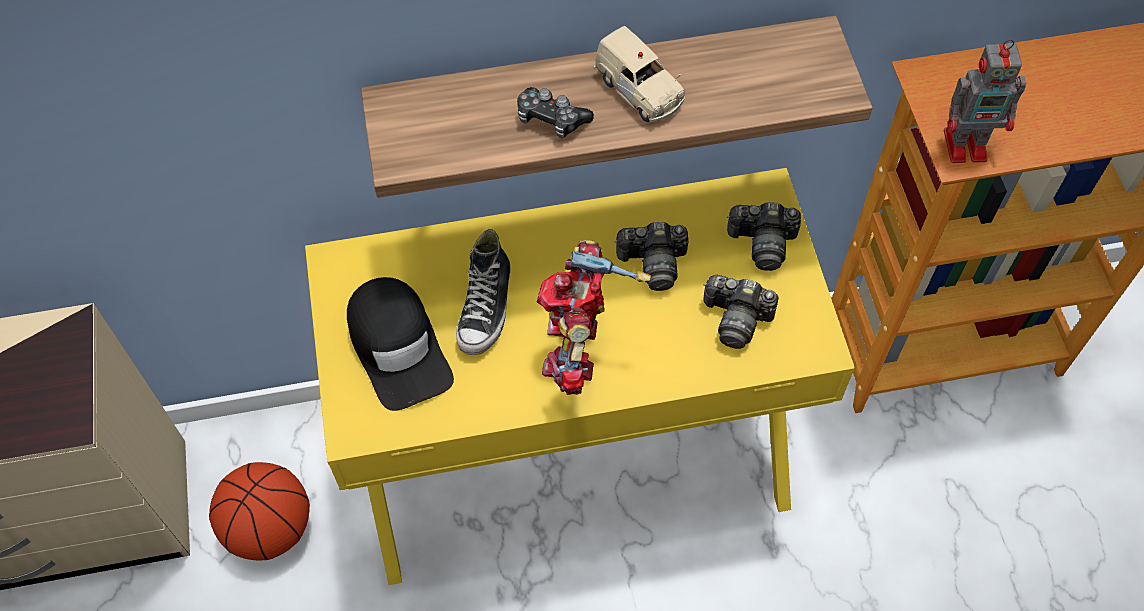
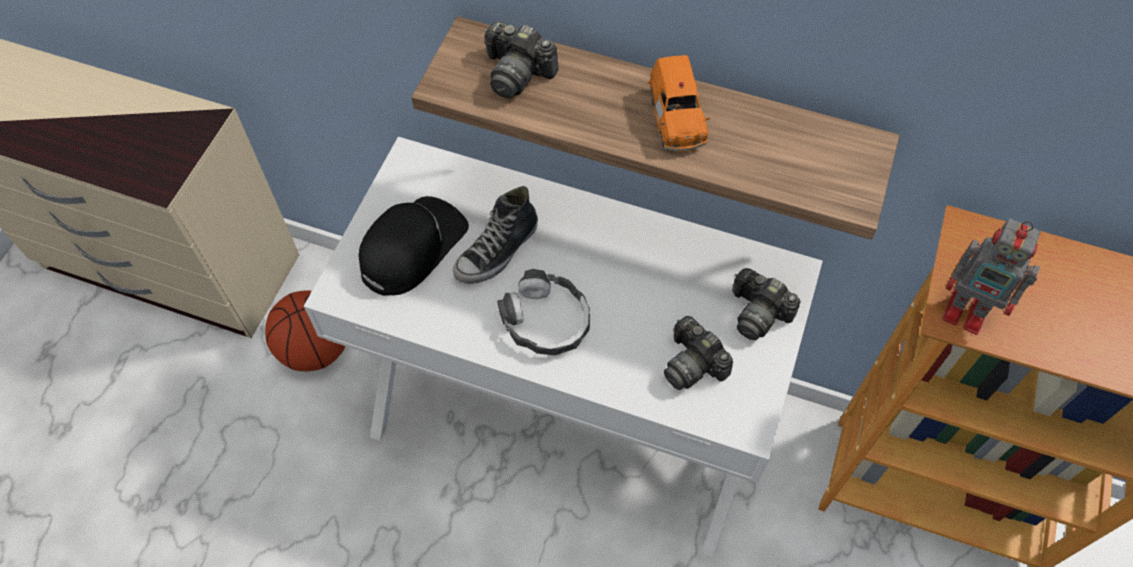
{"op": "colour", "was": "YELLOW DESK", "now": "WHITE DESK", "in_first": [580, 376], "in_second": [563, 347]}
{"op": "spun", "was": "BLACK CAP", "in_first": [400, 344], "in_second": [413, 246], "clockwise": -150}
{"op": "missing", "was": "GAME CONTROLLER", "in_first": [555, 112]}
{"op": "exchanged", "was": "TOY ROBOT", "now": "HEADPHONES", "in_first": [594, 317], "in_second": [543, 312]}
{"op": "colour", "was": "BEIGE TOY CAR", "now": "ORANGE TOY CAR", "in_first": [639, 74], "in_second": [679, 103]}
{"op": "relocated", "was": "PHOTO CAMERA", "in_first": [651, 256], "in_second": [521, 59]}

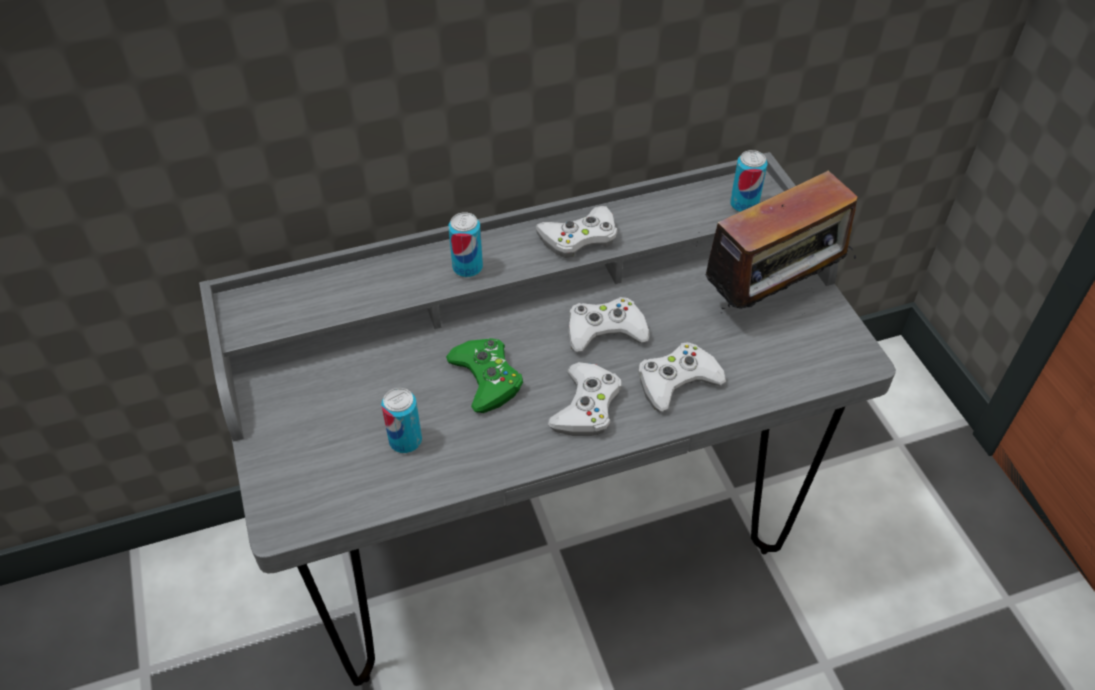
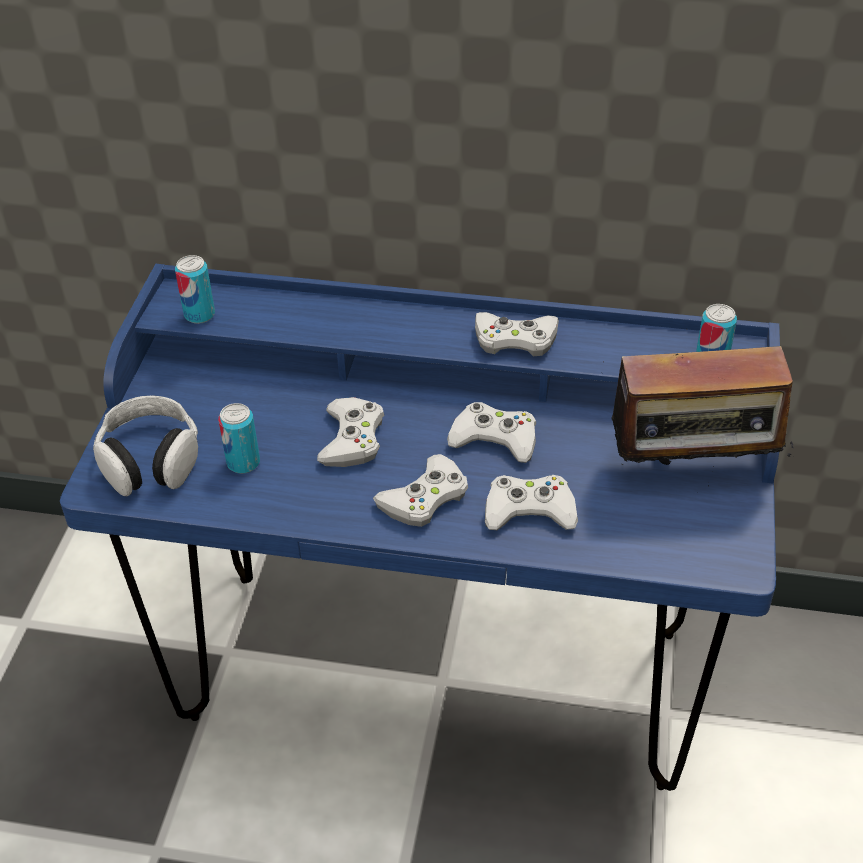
{"op": "colour", "was": "GREY DESK", "now": "BLUE DESK", "in_first": [547, 419], "in_second": [420, 527]}
{"op": "colour", "was": "GREEN GAME CONTROLLER", "now": "WHITE GAME CONTROLLER", "in_first": [484, 375], "in_second": [350, 432]}
{"op": "relocated", "was": "CAN", "in_first": [465, 244], "in_second": [195, 289]}
{"op": "appeared", "now": "HEADPHONES", "in_second": [145, 445]}

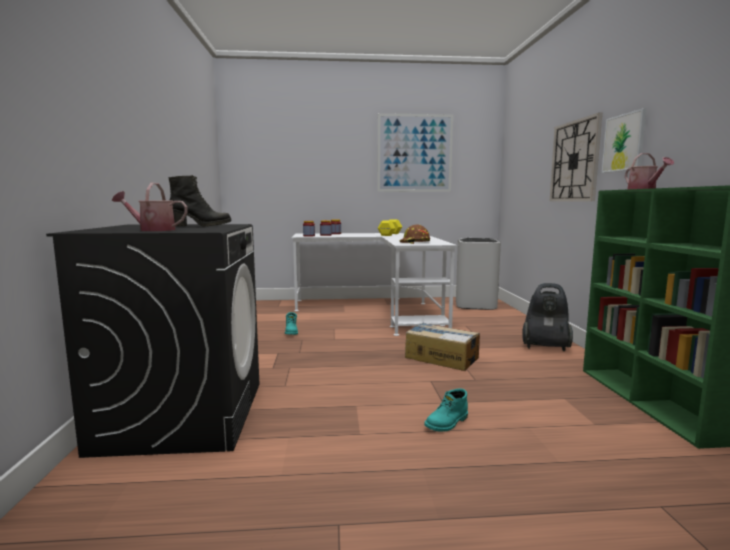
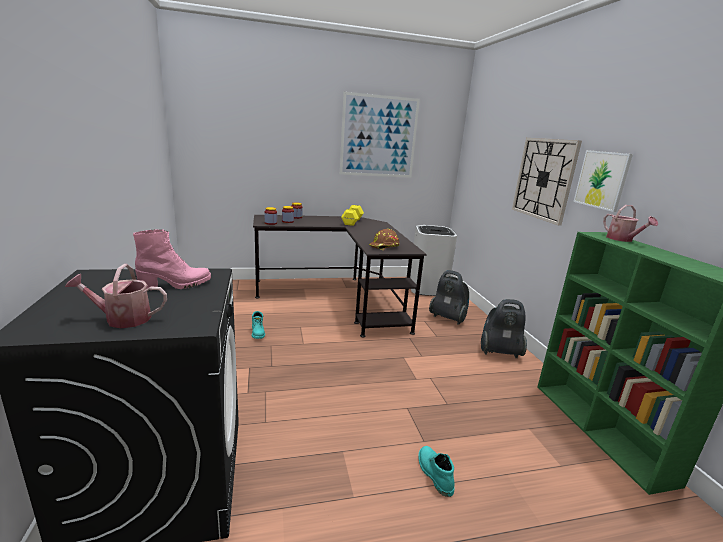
{"op": "colour", "was": "BLACK BOOT", "now": "PINK BOOT", "in_first": [199, 200], "in_second": [172, 259]}
{"op": "colour", "was": "WHITE DESK", "now": "BLACK DESK", "in_first": [374, 284], "in_second": [340, 276]}
{"op": "missing", "was": "CARDBOARD BOX", "in_first": [442, 347]}
{"op": "spun", "was": "TURQUOISE BOOT", "in_first": [446, 410], "in_second": [436, 471], "clockwise": 120}
{"op": "appeared", "now": "VACUUM CLEANER", "in_second": [449, 297]}

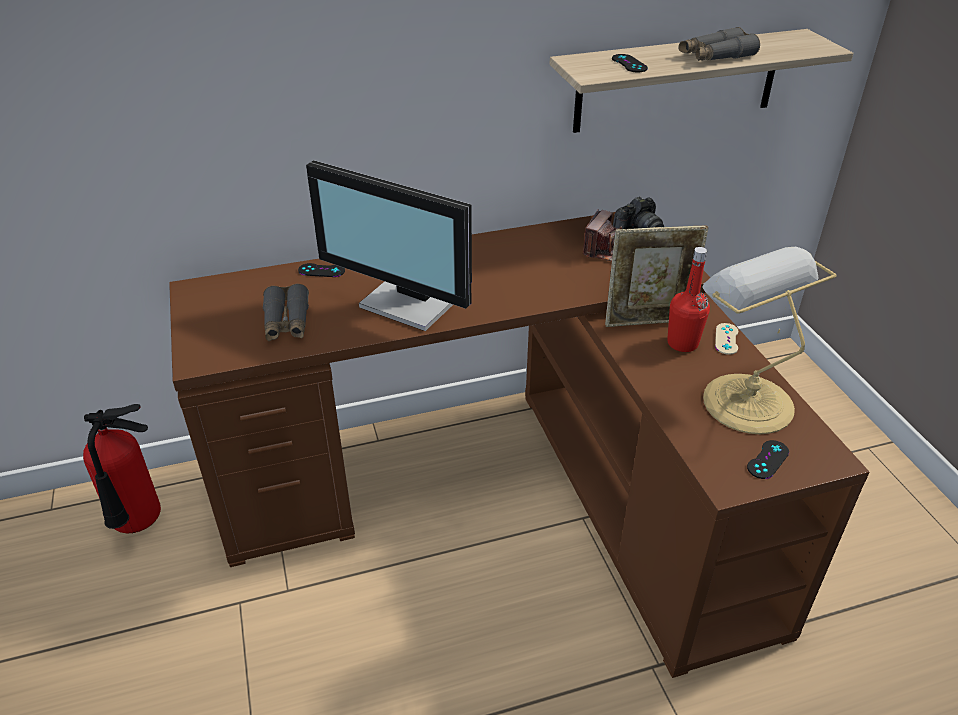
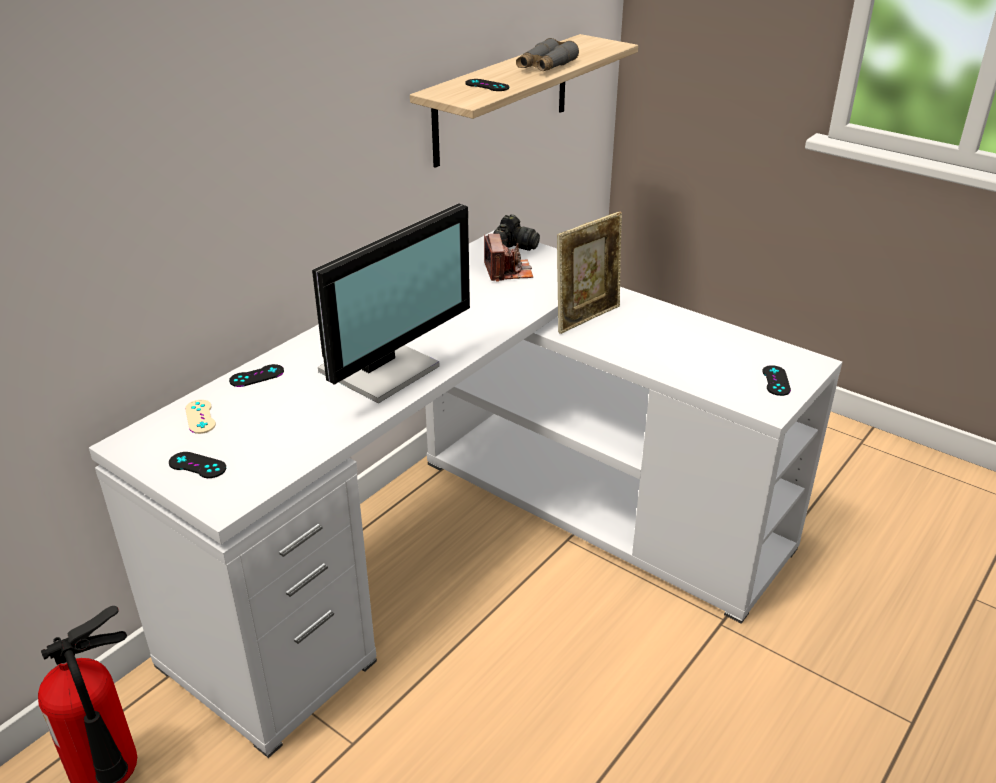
{"op": "colour", "was": "BROWN DESK", "now": "WHITE DESK", "in_first": [519, 445], "in_second": [465, 493]}
{"op": "missing", "was": "GREY BINOCULARS", "in_first": [286, 312]}
{"op": "spun", "was": "MONITOR", "in_first": [389, 245], "in_second": [391, 303], "clockwise": -45}
{"op": "missing", "was": "RED BOTTLE", "in_first": [688, 299]}
{"op": "missing", "was": "TABLE LAMP", "in_first": [769, 340]}
{"op": "relocated", "was": "BEIGE GAME CONTROLLER", "in_first": [726, 339], "in_second": [200, 417]}
{"op": "appeared", "now": "BLACK GAME CONTROLLER", "in_second": [197, 465]}

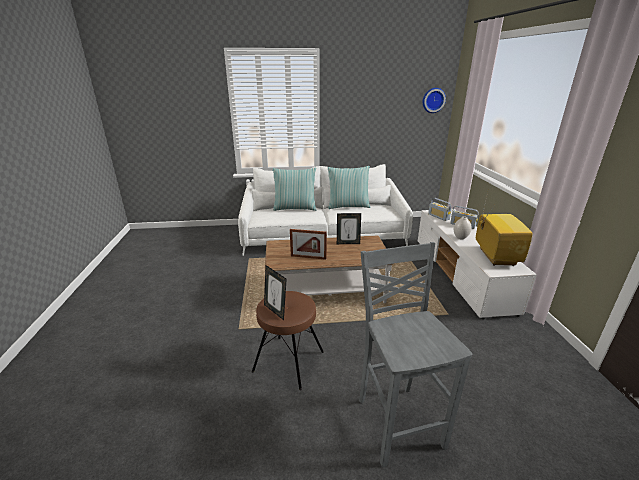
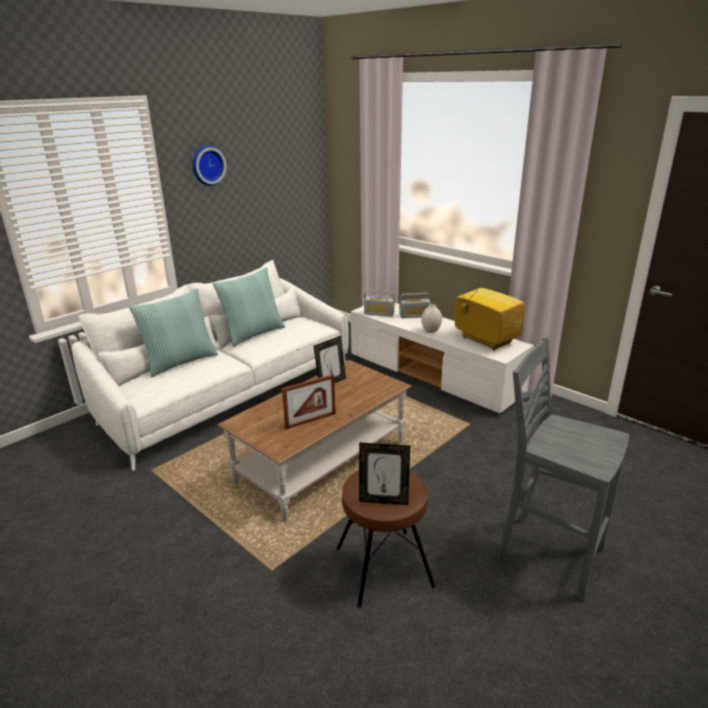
{"op": "relocated", "was": "WALL CLOCK", "in_first": [434, 100], "in_second": [209, 165]}

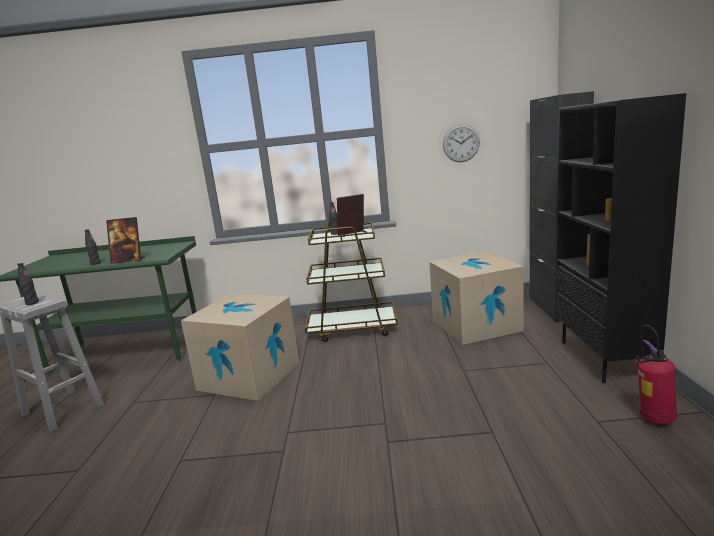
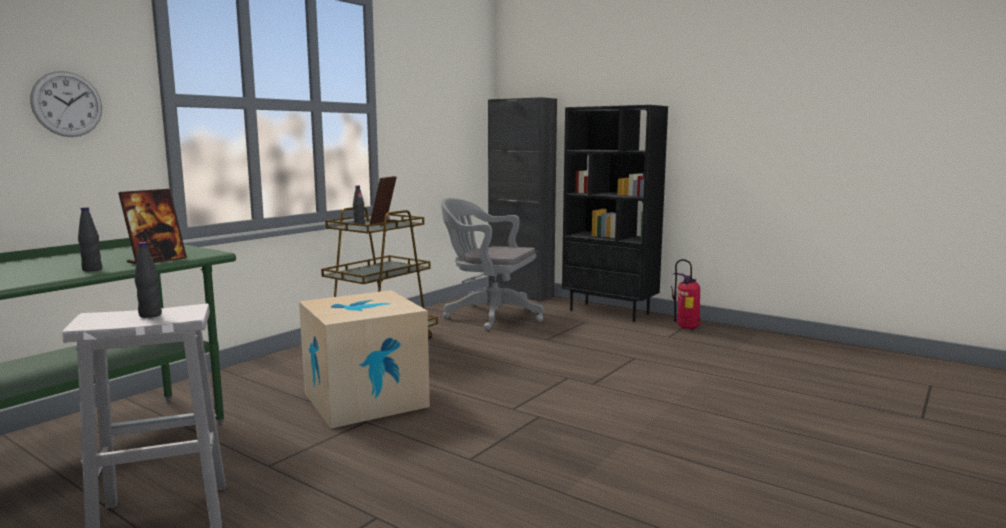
{"op": "exchanged", "was": "CARDBOARD BOX", "now": "GREY OFFICE CHAIR", "in_first": [476, 298], "in_second": [492, 264]}
{"op": "relocated", "was": "WALL CLOCK", "in_first": [461, 143], "in_second": [66, 104]}

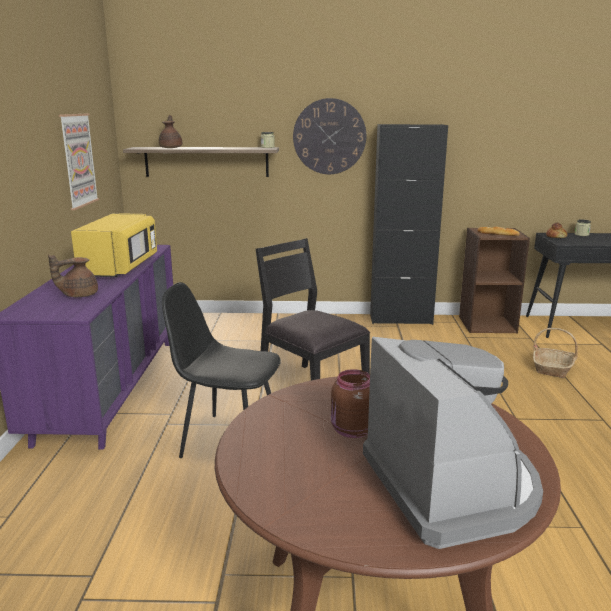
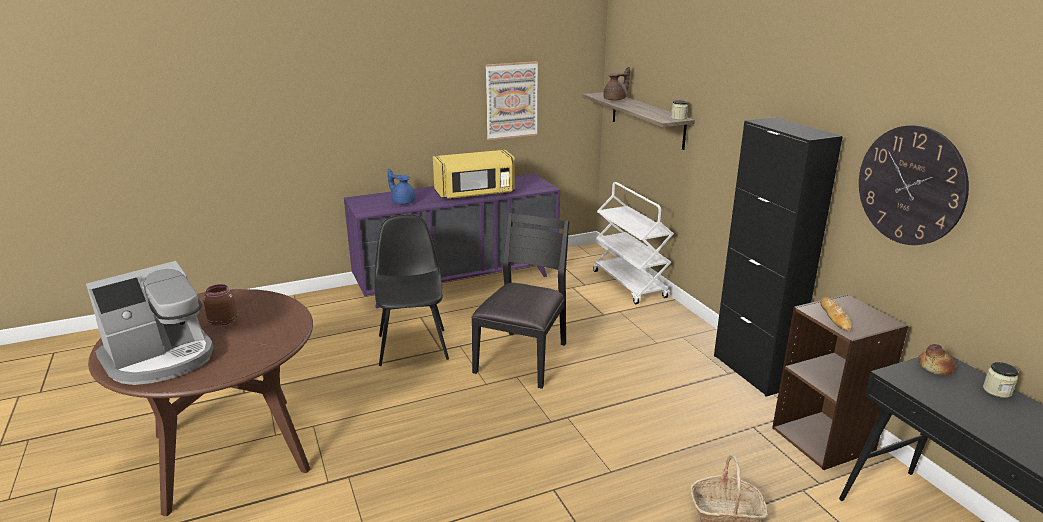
{"op": "colour", "was": "BROWN TEAPOT", "now": "BLUE TEAPOT", "in_first": [73, 276], "in_second": [402, 186]}
{"op": "relocated", "was": "WALL CLOCK", "in_first": [329, 136], "in_second": [914, 185]}
{"op": "appeared", "now": "WHITE CART", "in_second": [633, 243]}

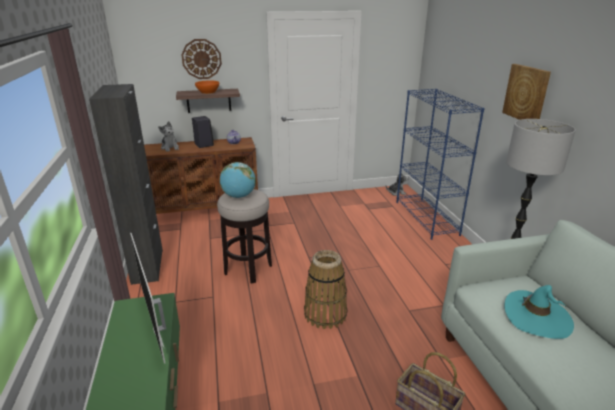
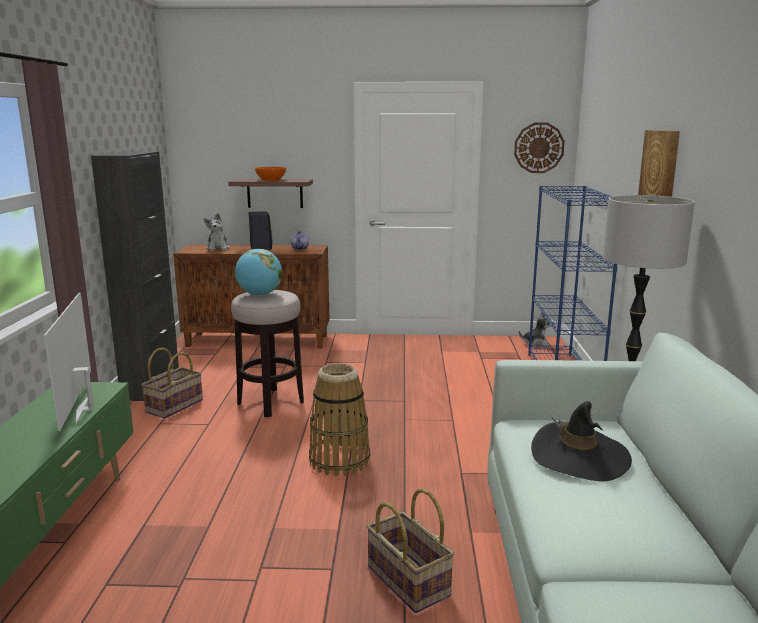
{"op": "relocated", "was": "WALL CLOCK", "in_first": [201, 59], "in_second": [539, 148]}
{"op": "colour", "was": "TURQUOISE HAT", "now": "BLACK HAT", "in_first": [539, 312], "in_second": [581, 441]}
{"op": "appeared", "now": "BASKET", "in_second": [172, 383]}

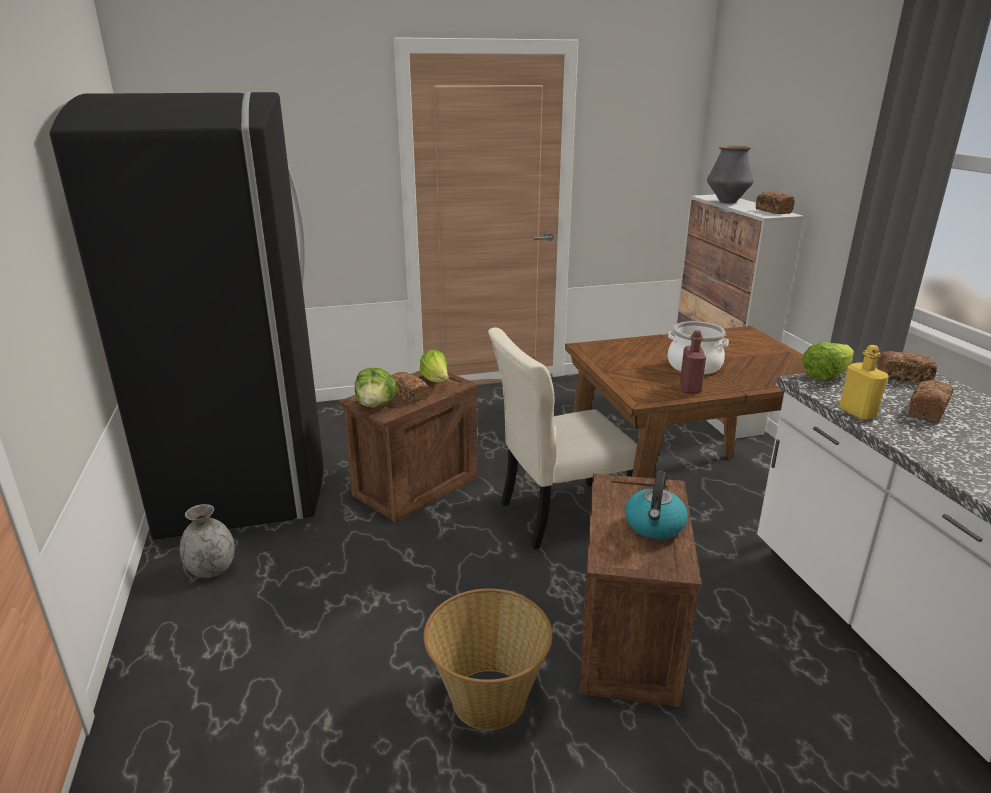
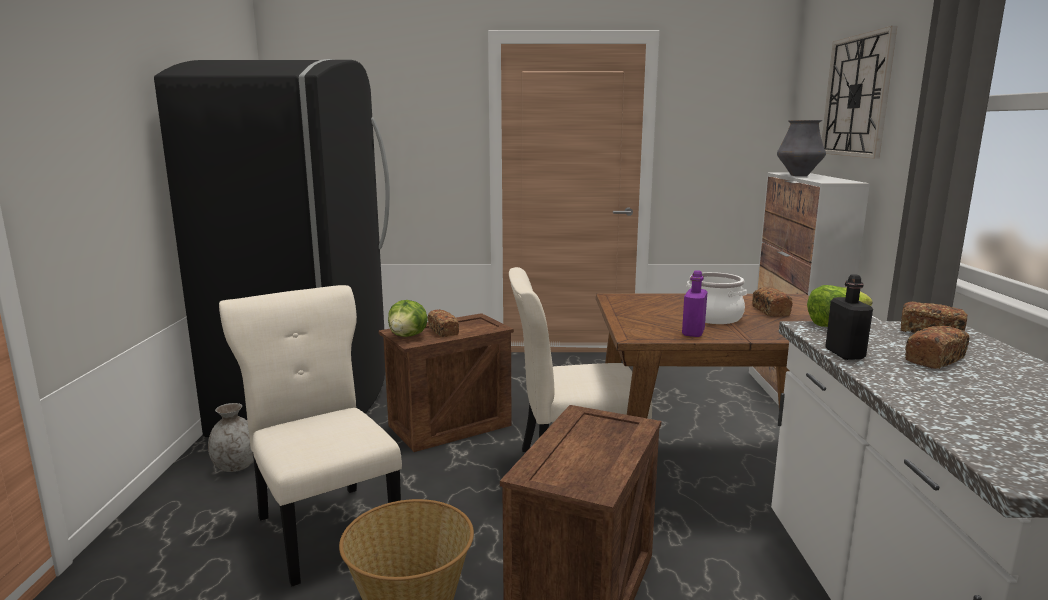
{"op": "missing", "was": "LETTUCE", "in_first": [434, 366]}
{"op": "missing", "was": "KETTLE", "in_first": [656, 505]}
{"op": "colour", "was": "RED BOTTLE", "now": "PURPLE BOTTLE", "in_first": [693, 361], "in_second": [694, 303]}
{"op": "relocated", "was": "BREAD", "in_first": [775, 203], "in_second": [772, 302]}
{"op": "colour", "was": "YELLOW BOTTLE", "now": "BLACK BOTTLE", "in_first": [864, 382], "in_second": [849, 317]}
{"op": "appeared", "now": "BEIGE CHAIR", "in_second": [310, 435]}
{"op": "appeared", "now": "WALL CLOCK", "in_second": [859, 92]}

